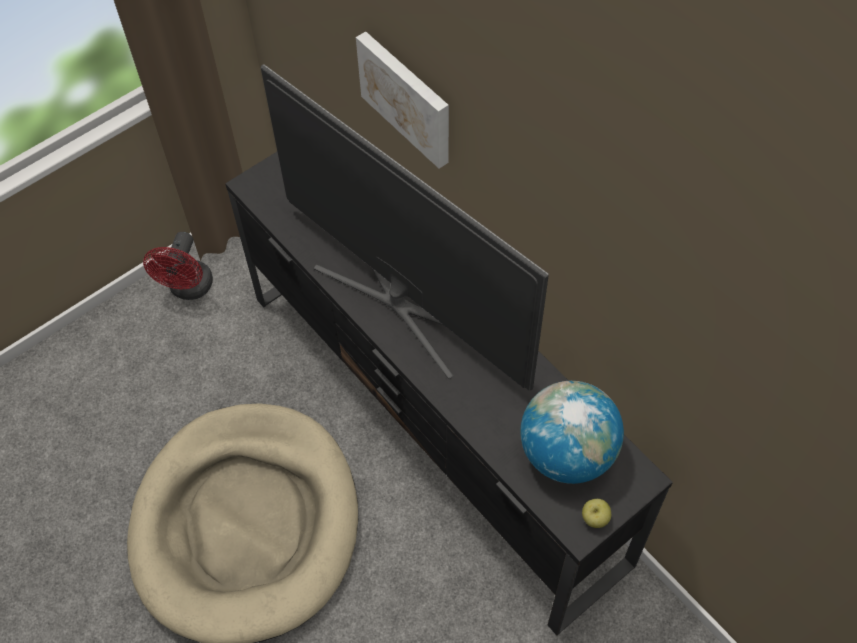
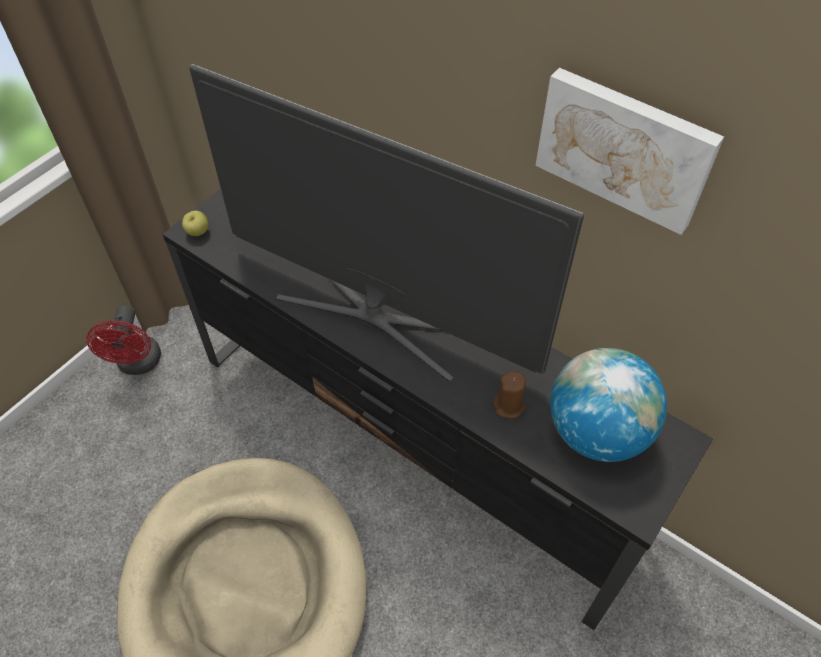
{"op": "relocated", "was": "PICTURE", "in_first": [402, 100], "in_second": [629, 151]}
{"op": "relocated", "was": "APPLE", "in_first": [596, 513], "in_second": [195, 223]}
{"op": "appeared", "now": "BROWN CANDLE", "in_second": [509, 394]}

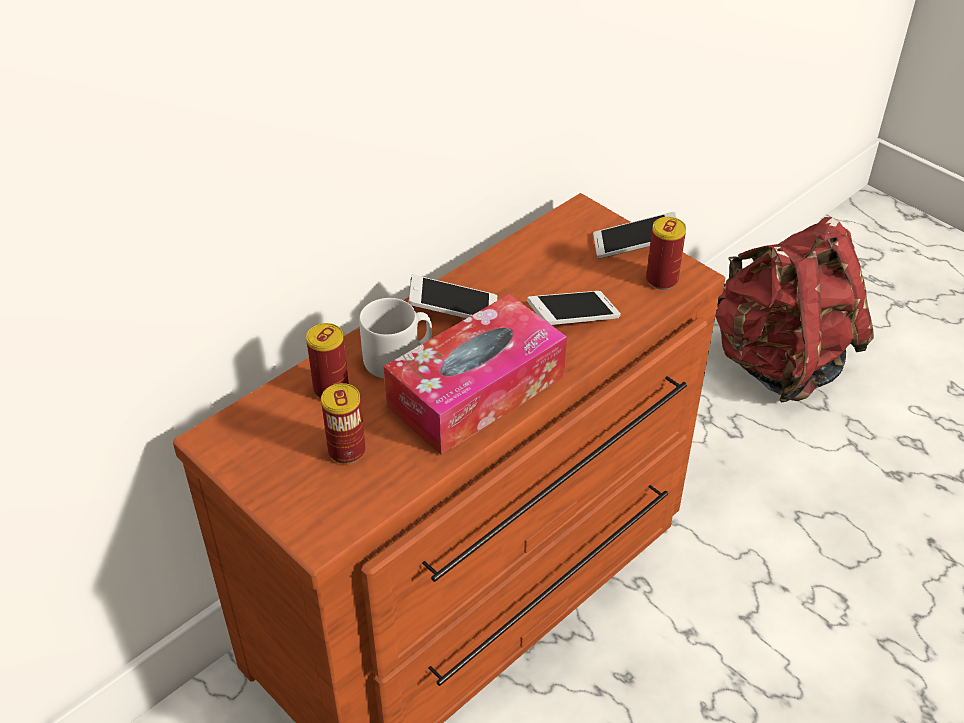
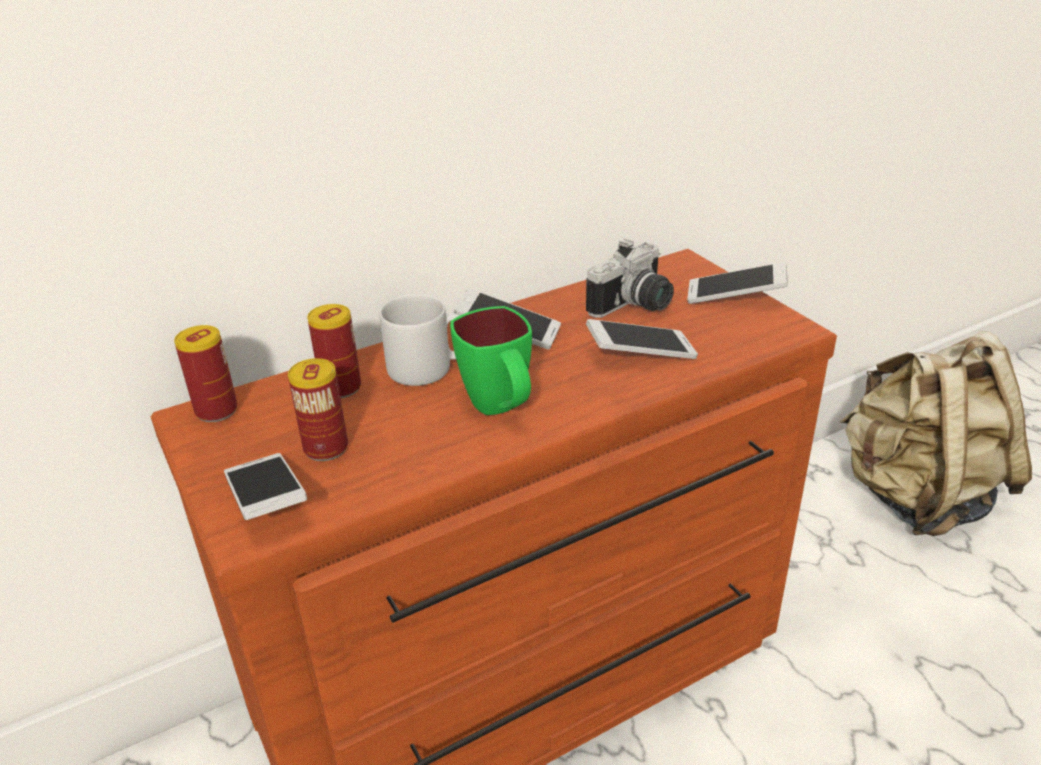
{"op": "exchanged", "was": "TISSUE BOX", "now": "GREEN MUG", "in_first": [475, 374], "in_second": [491, 360]}
{"op": "relocated", "was": "CAN", "in_first": [666, 253], "in_second": [206, 373]}
{"op": "colour", "was": "RED BACKPACK", "now": "BEIGE BACKPACK", "in_first": [794, 309], "in_second": [936, 433]}
{"op": "appeared", "now": "PHONE", "in_second": [265, 486]}
{"op": "appeared", "now": "PHOTO CAMERA", "in_second": [630, 278]}

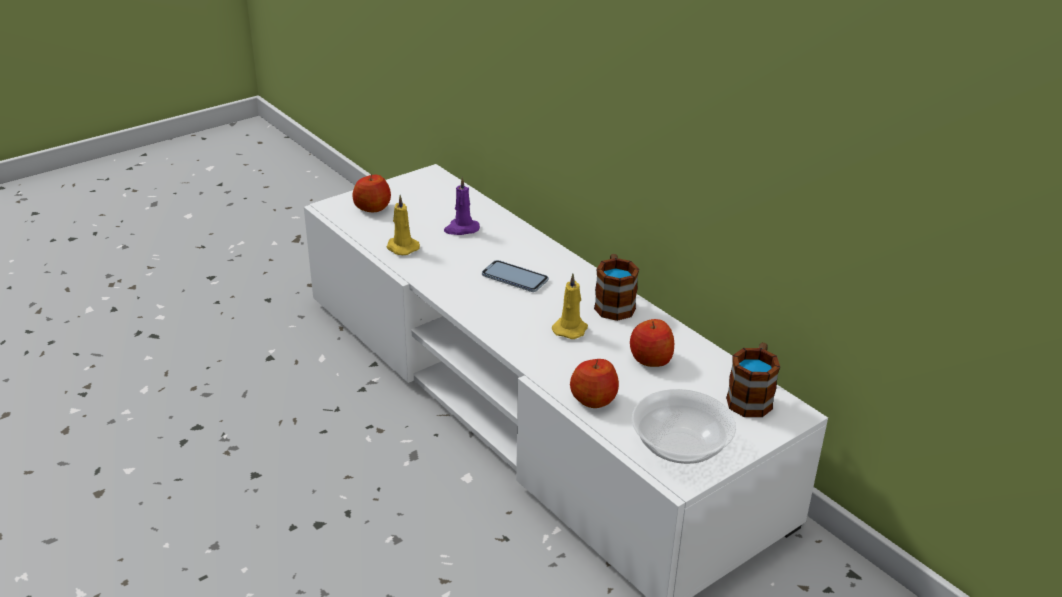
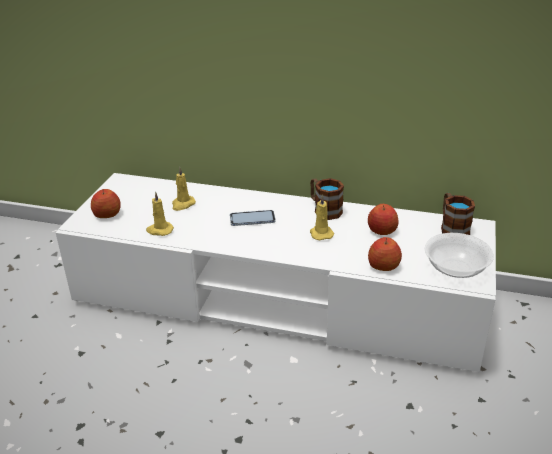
{"op": "colour", "was": "PURPLE CANDLE", "now": "YELLOW CANDLE", "in_first": [462, 206], "in_second": [184, 189]}

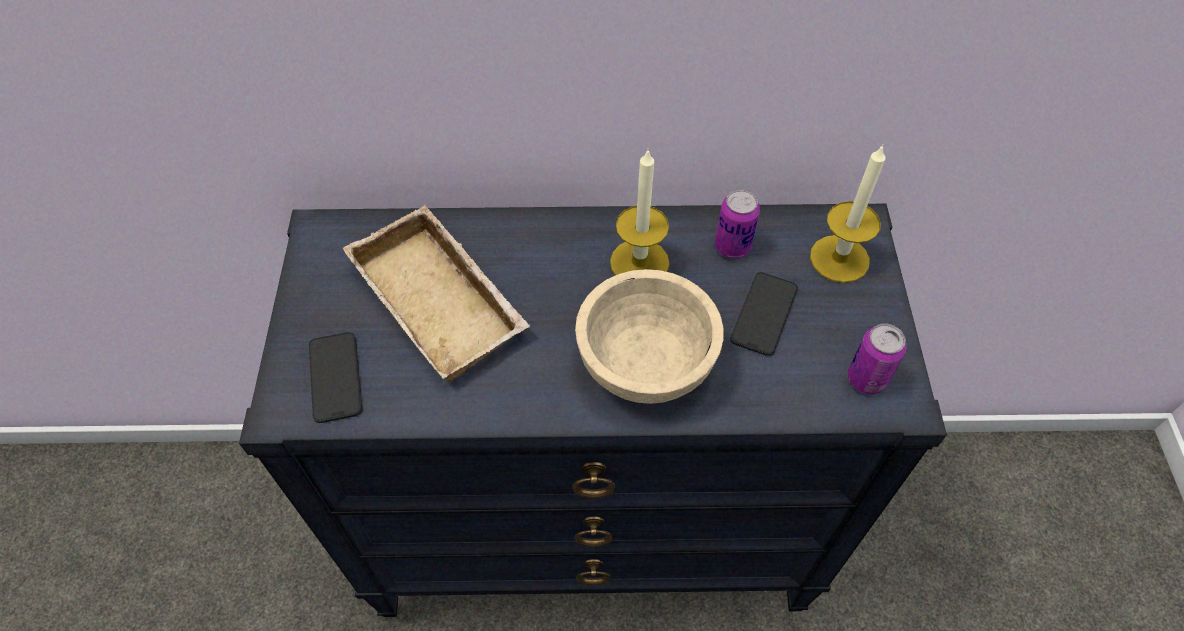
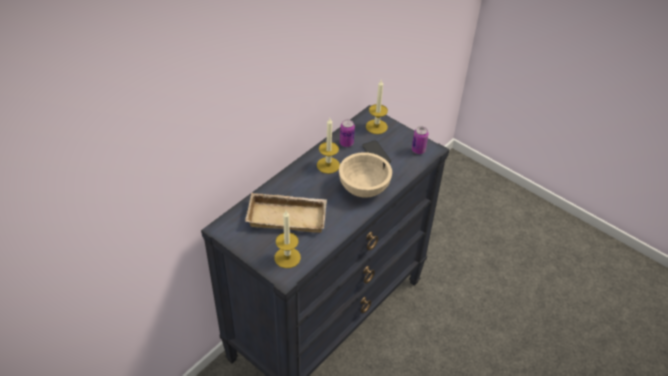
{"op": "exchanged", "was": "PHONE", "now": "CANDLE", "in_first": [335, 377], "in_second": [287, 239]}

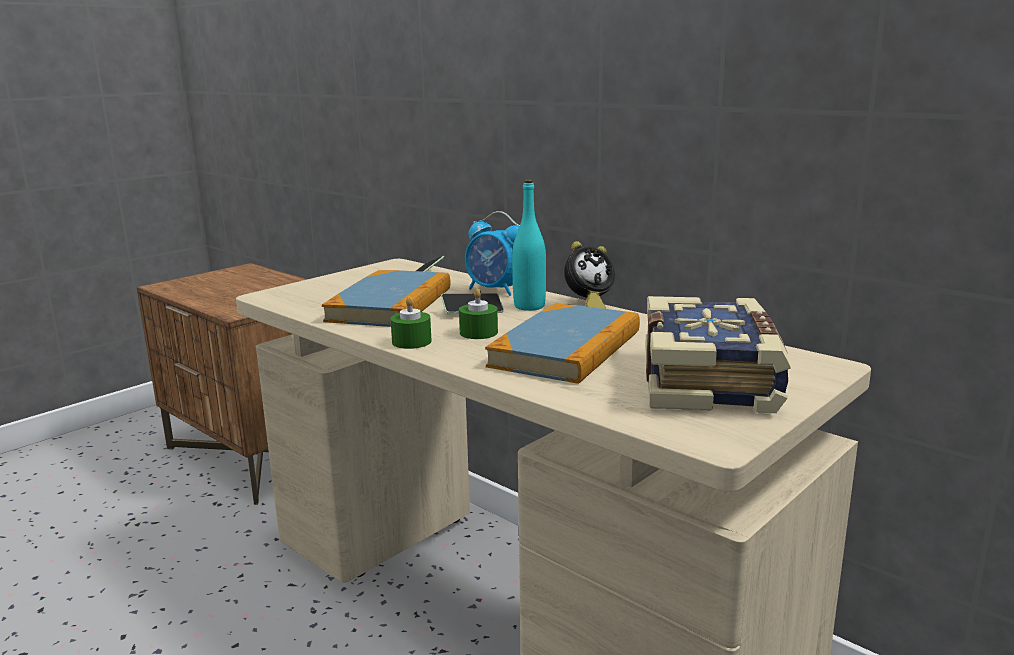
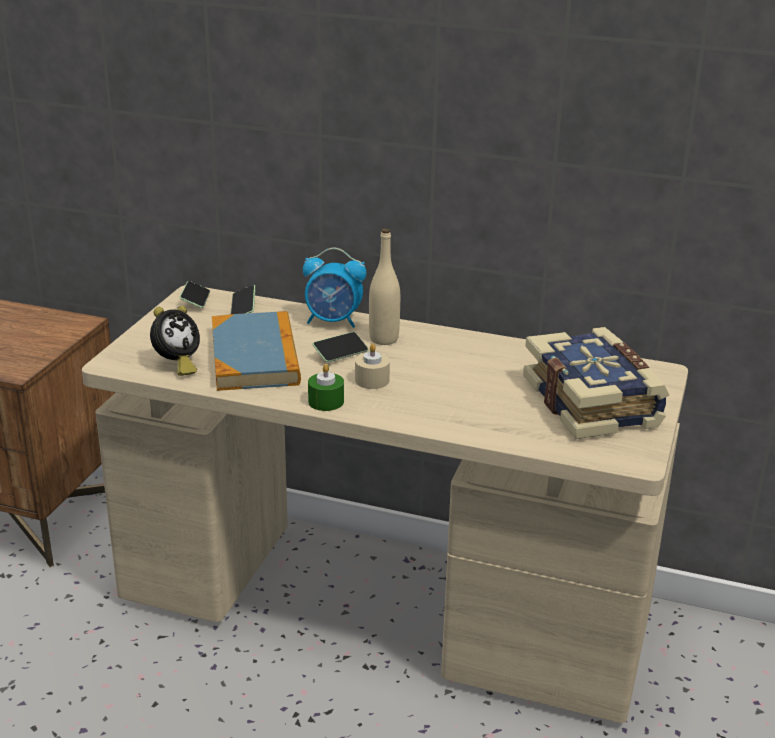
{"op": "colour", "was": "GREEN CANDLE", "now": "BEIGE CANDLE", "in_first": [478, 313], "in_second": [372, 366]}
{"op": "missing", "was": "BOOK", "in_first": [562, 343]}
{"op": "colour", "was": "TURQUOISE BOTTLE", "now": "BEIGE BOTTLE", "in_first": [529, 245], "in_second": [384, 287]}
{"op": "relocated", "was": "ALARM CLOCK", "in_first": [589, 275], "in_second": [175, 341]}
{"op": "appeared", "now": "PHONE", "in_second": [195, 294]}

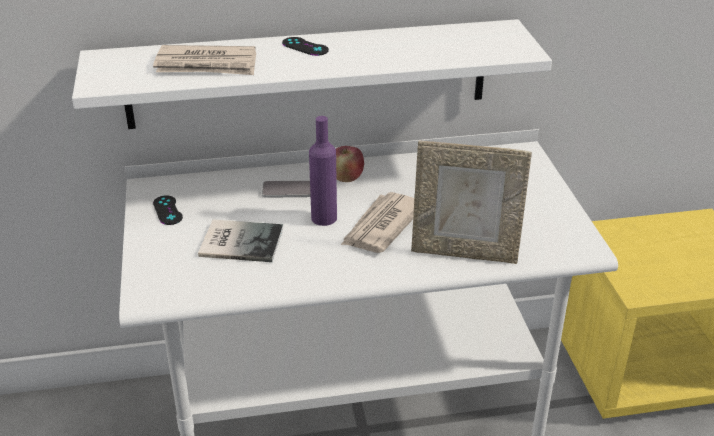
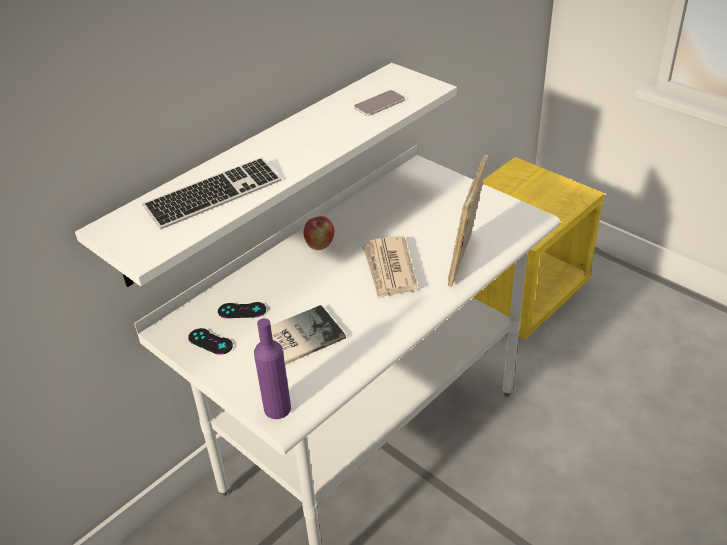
{"op": "exchanged", "was": "NEWSPAPER", "now": "KEYBOARD", "in_first": [204, 60], "in_second": [211, 193]}
{"op": "relocated", "was": "PHONE", "in_first": [286, 189], "in_second": [379, 103]}
{"op": "relocated", "was": "BLACK GAME CONTROLLER", "in_first": [305, 46], "in_second": [242, 310]}
{"op": "relocated", "was": "PURPLE BOTTLE", "in_first": [323, 171], "in_second": [272, 368]}
{"op": "spun", "was": "PICTURE FRAME", "in_first": [471, 202], "in_second": [468, 220], "clockwise": 135}

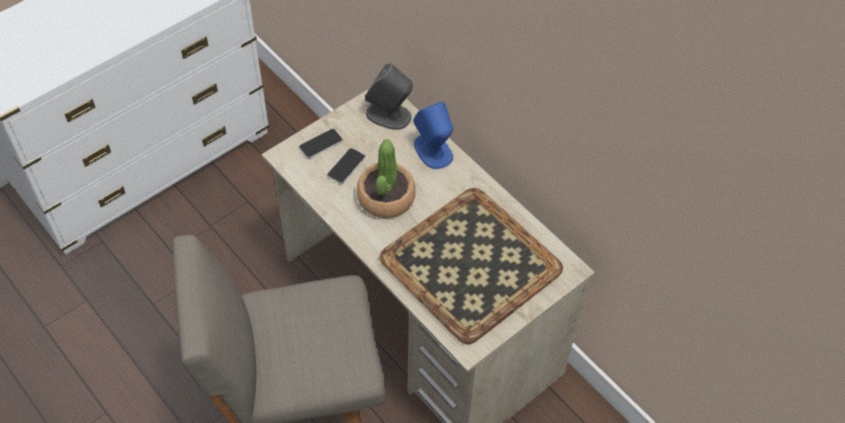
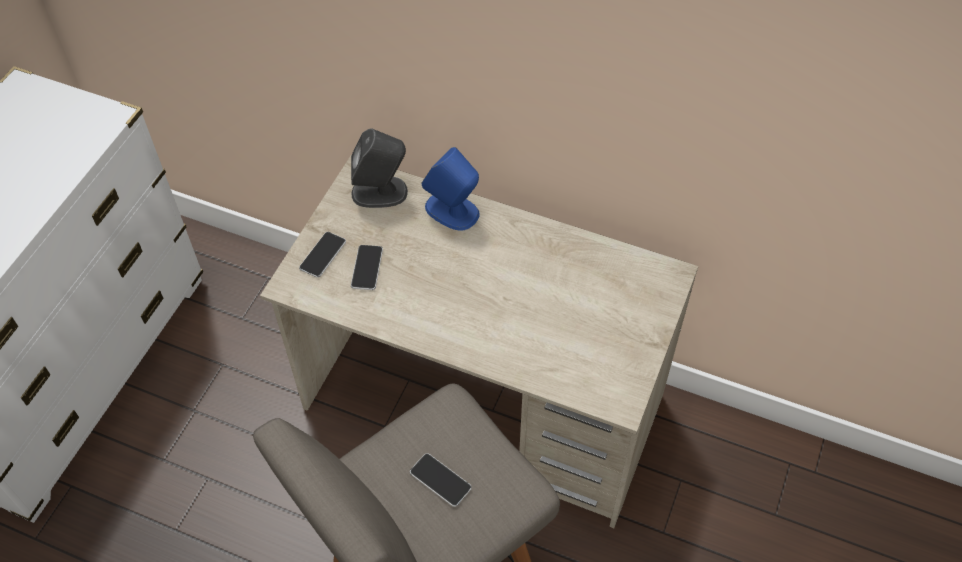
{"op": "missing", "was": "POTTED PLANT", "in_first": [386, 178]}
{"op": "missing", "was": "TRAY", "in_first": [471, 266]}
{"op": "appeared", "now": "PHONE", "in_second": [441, 480]}

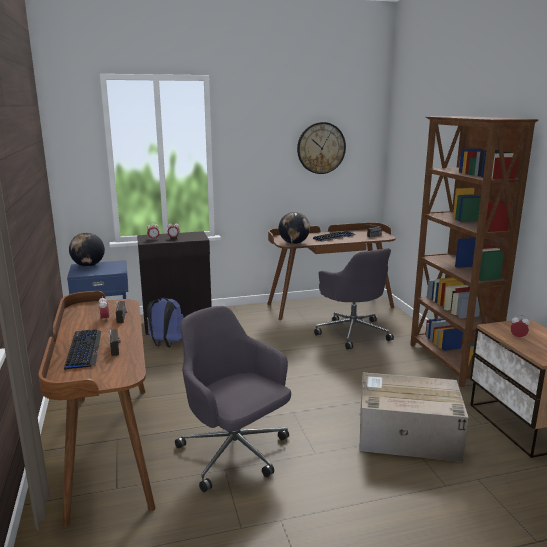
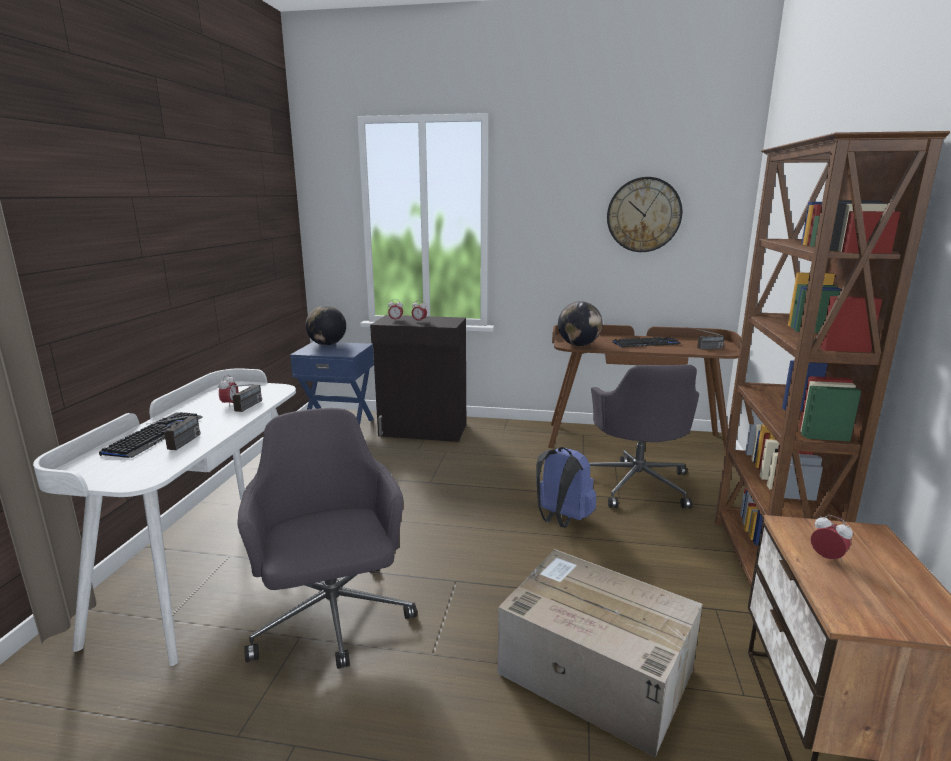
{"op": "colour", "was": "BROWN DESK", "now": "WHITE DESK", "in_first": [97, 409], "in_second": [164, 517]}
{"op": "relocated", "was": "BLUE BACKPACK", "in_first": [165, 322], "in_second": [566, 487]}

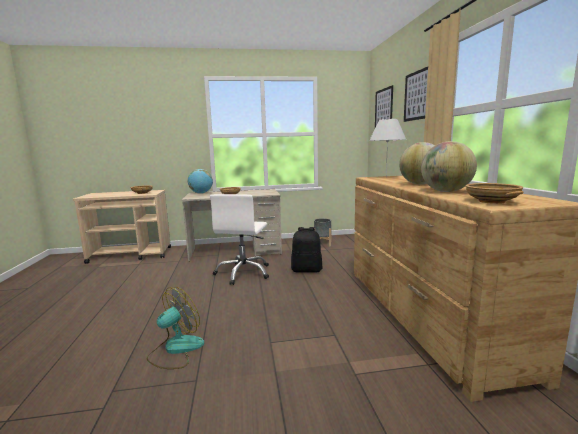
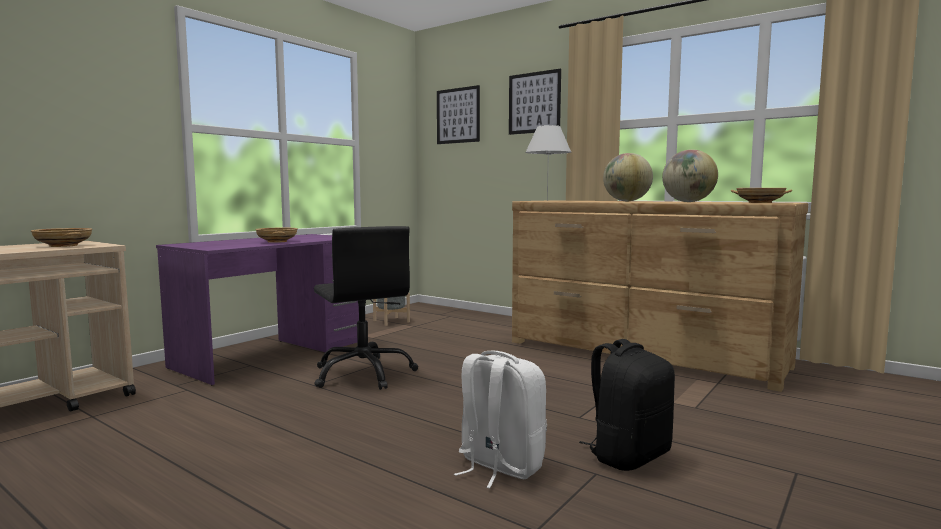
{"op": "exchanged", "was": "FAN", "now": "WHITE BACKPACK", "in_first": [176, 328], "in_second": [500, 419]}
{"op": "colour", "was": "BEIGE DESK", "now": "PURPLE DESK", "in_first": [232, 225], "in_second": [257, 310]}
{"op": "missing", "was": "GLOBE", "in_first": [200, 181]}
{"op": "colour", "was": "WHITE OFFICE CHAIR", "now": "BLACK OFFICE CHAIR", "in_first": [239, 239], "in_second": [366, 308]}
{"op": "relocated", "was": "BLACK BACKPACK", "in_first": [307, 250], "in_second": [627, 405]}

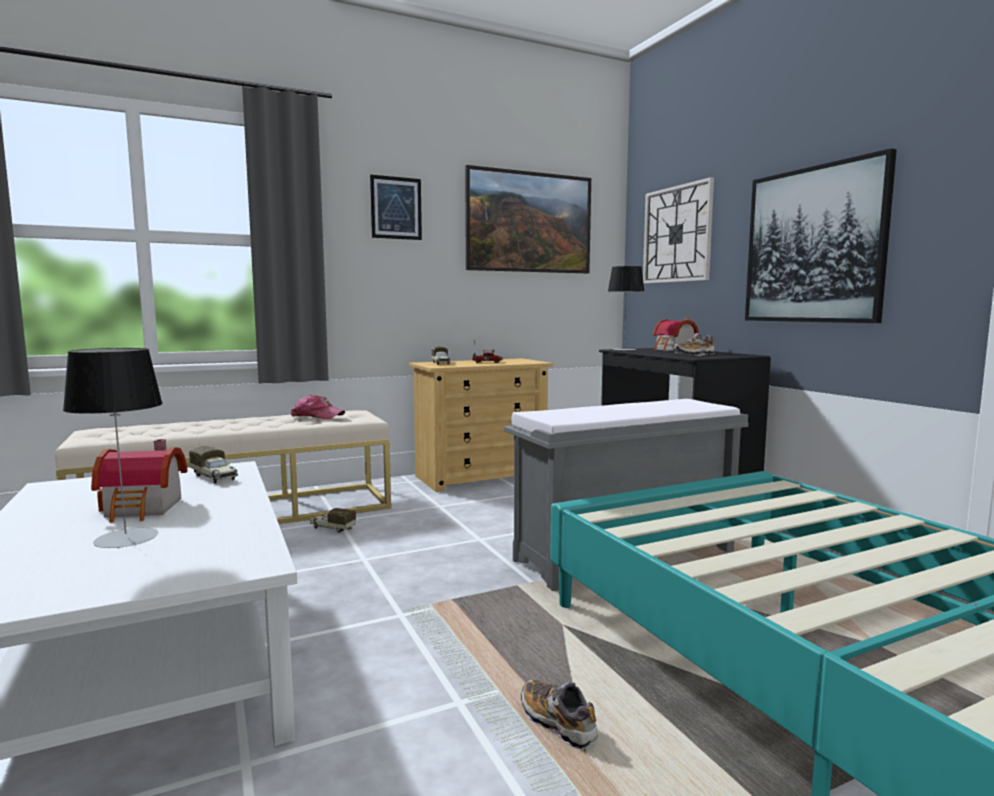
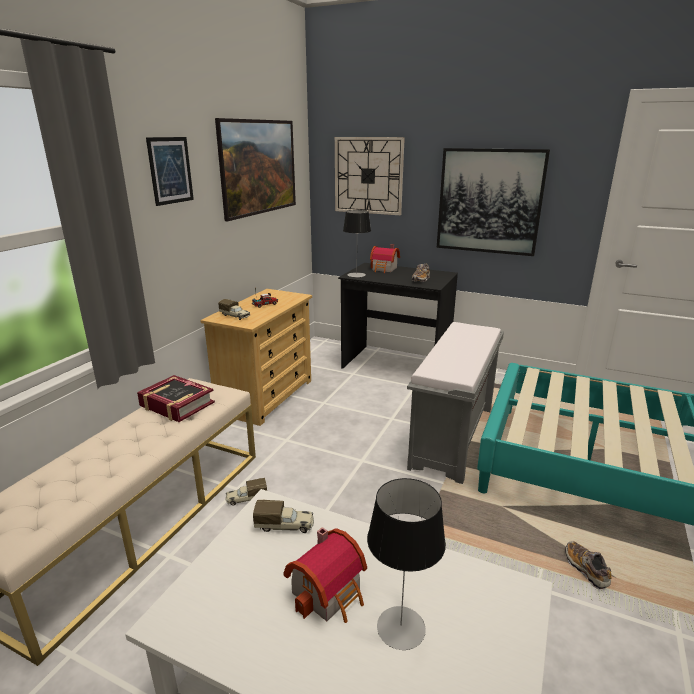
{"op": "exchanged", "was": "CAP", "now": "BOOK", "in_first": [318, 407], "in_second": [176, 398]}
{"op": "spun", "was": "SHOE", "in_first": [559, 714], "in_second": [588, 565], "clockwise": 60}

